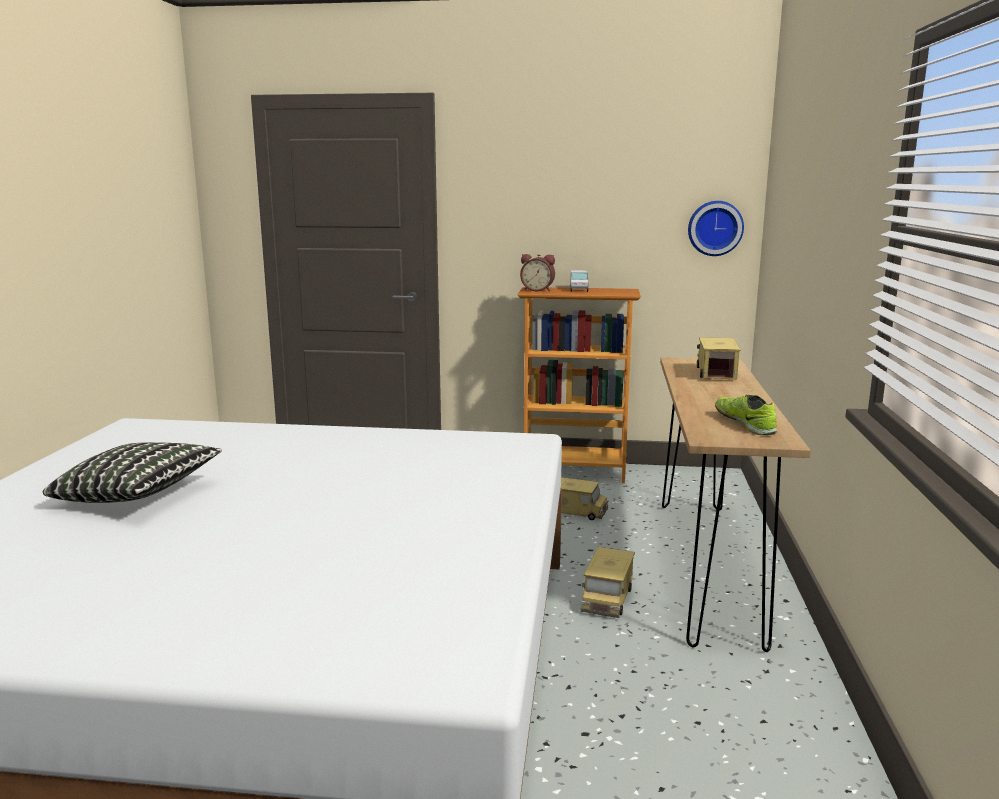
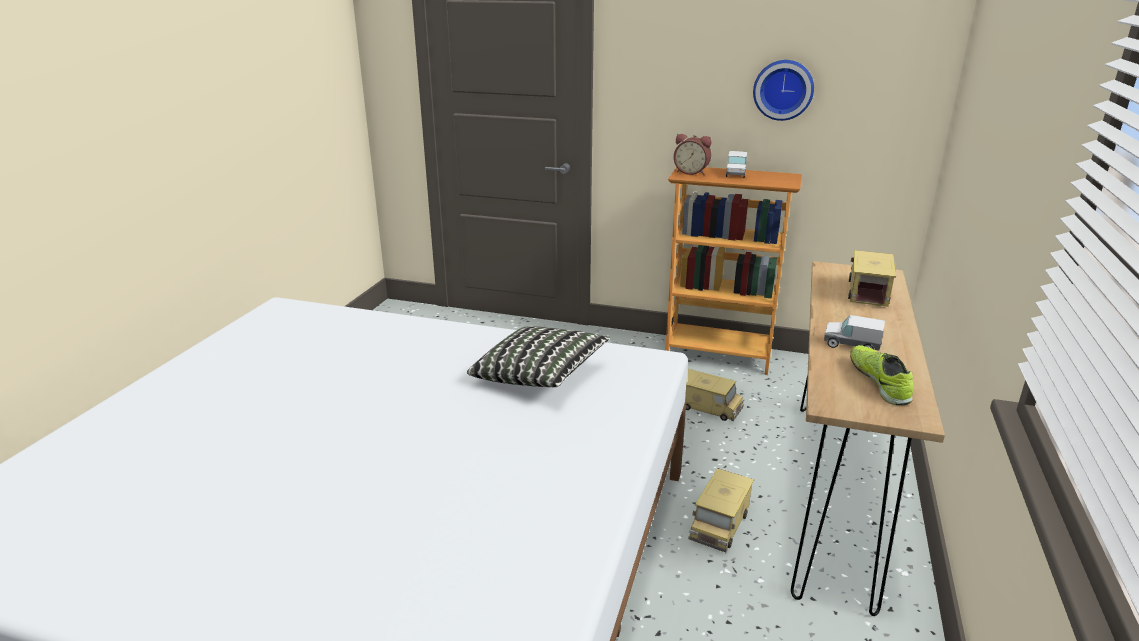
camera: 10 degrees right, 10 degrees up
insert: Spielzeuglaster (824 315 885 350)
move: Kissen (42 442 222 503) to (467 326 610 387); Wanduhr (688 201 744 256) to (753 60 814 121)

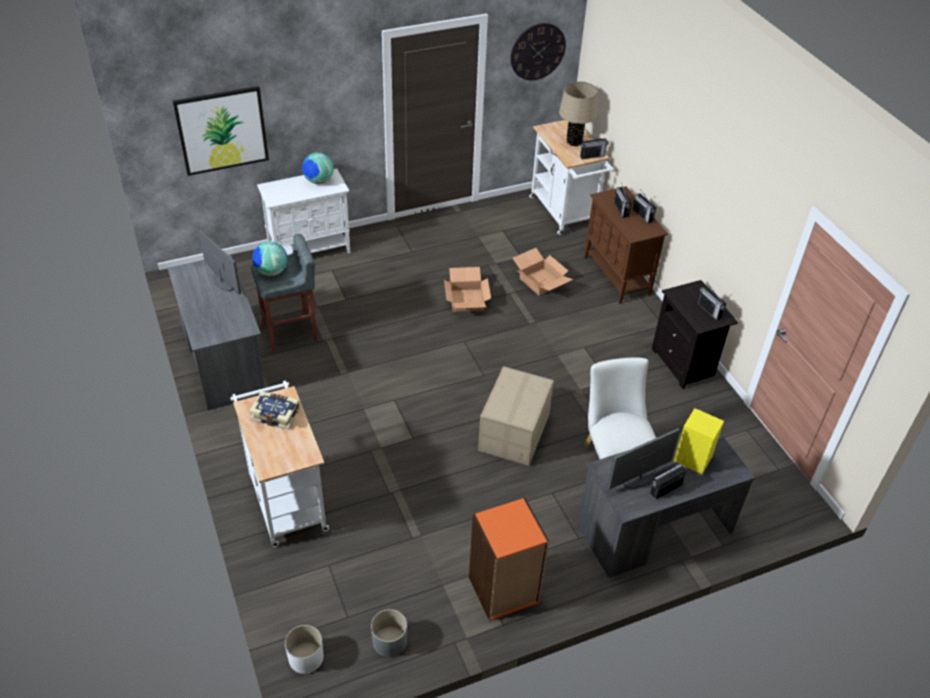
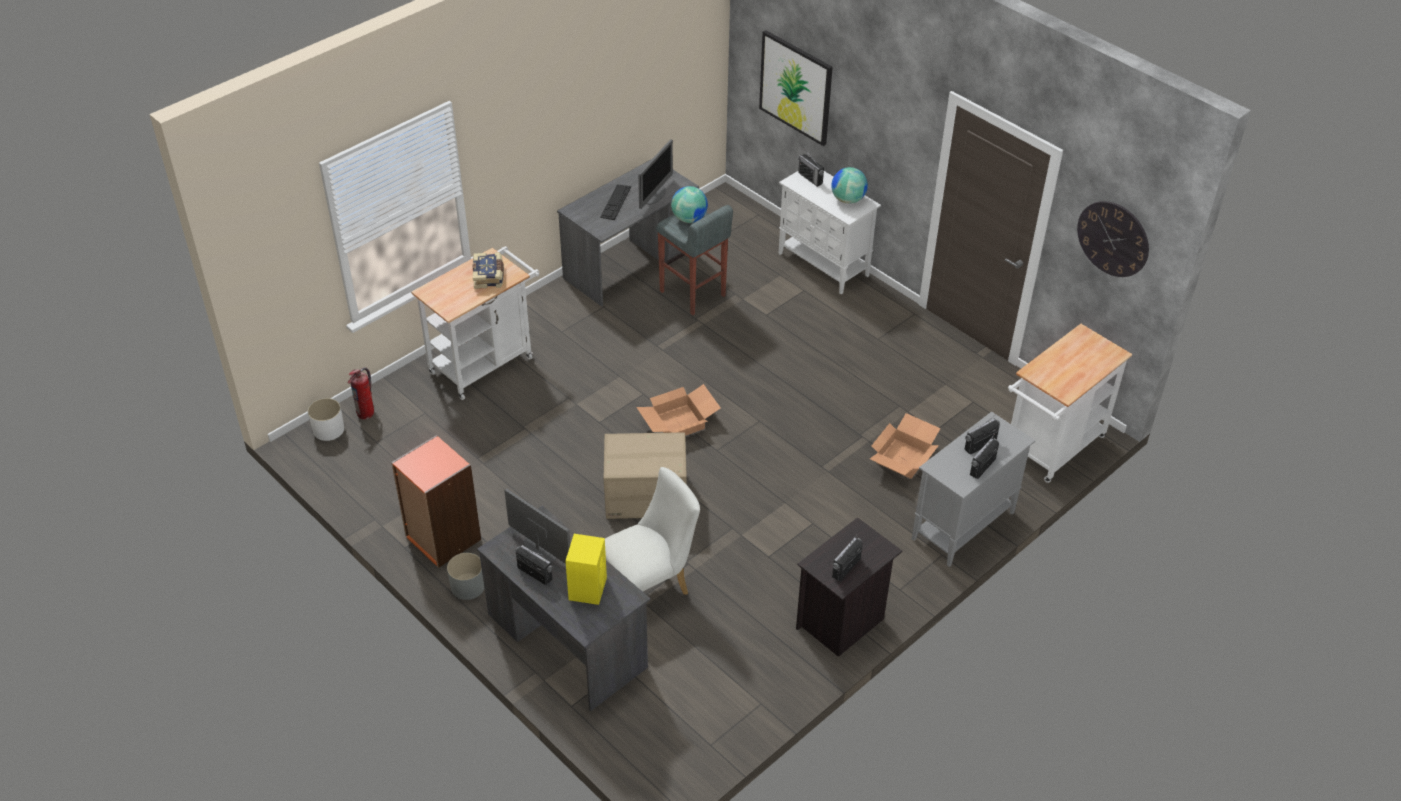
camera: 70 degrees right, 0 degrees up
delete: Tischlampe [beige] (559 81 598 146)
insert: Feuerlöscher (347 367 374 419); Tastatur (600 184 631 220)
move: Pflanzkübel [grau] (371 609 407 657) to (447 553 484 600); Karton (444 267 491 312) to (636 384 721 436); Radio (580 136 609 160) to (798 149 824 187)
recolor: Schrank [braun] (584 186 668 304) to Schrank [grau] (912 412 1035 567)

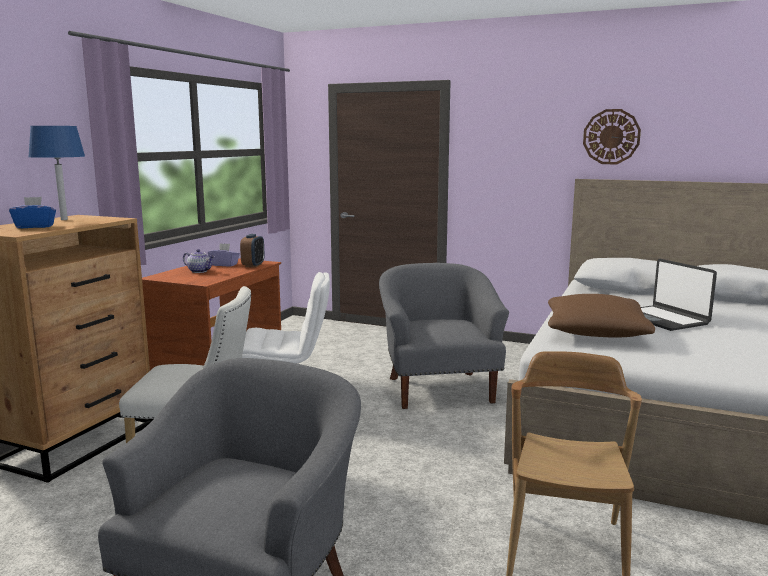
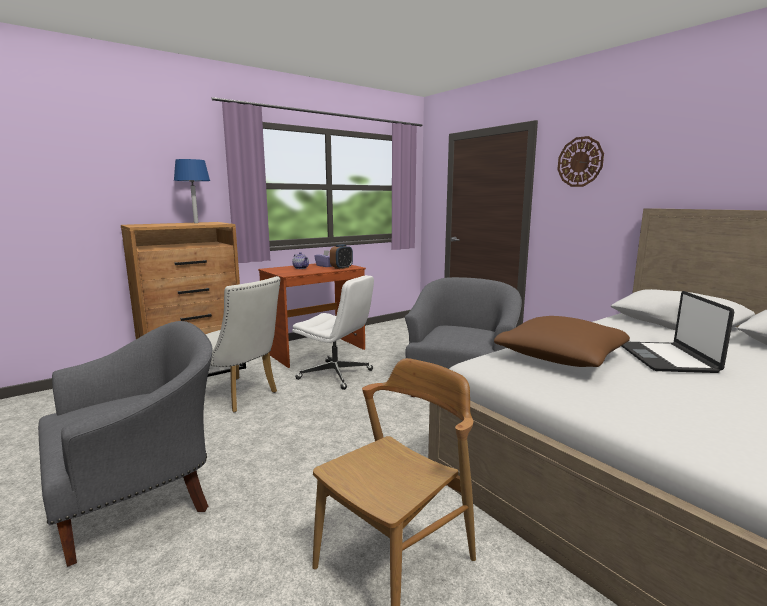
camera: 30 degrees right, 0 degrees up
delete: Taschentuchbox [blau] (9 197 56 228)
move: Wanduhr (583 109 641 164) to (557 136 604 187)

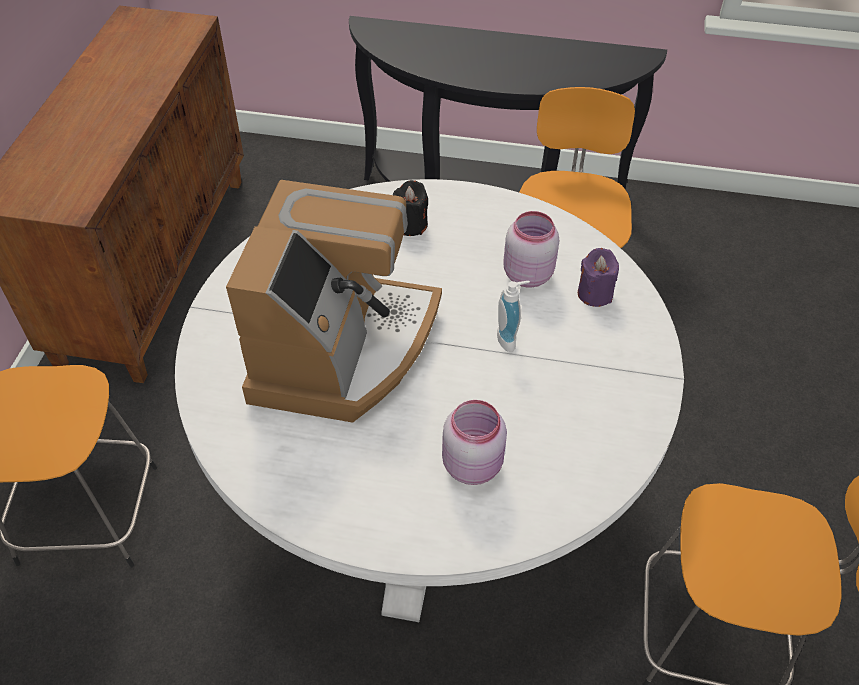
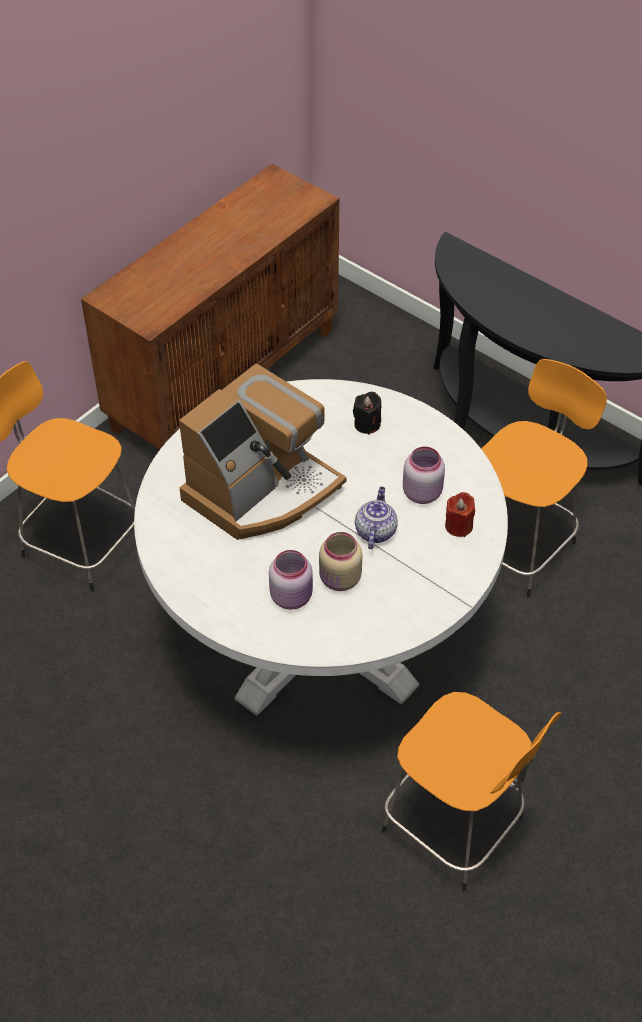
camera: 30 degrees right, 0 degrees up
insert: Vorratsglas [beige] (319 532 362 591)
replace: Seifenspender (497 281 530 352) to Teekanne (355 487 398 549)
recolor: Kerze [lila] (578 248 619 307) to Kerze [rot] (445 492 475 537)

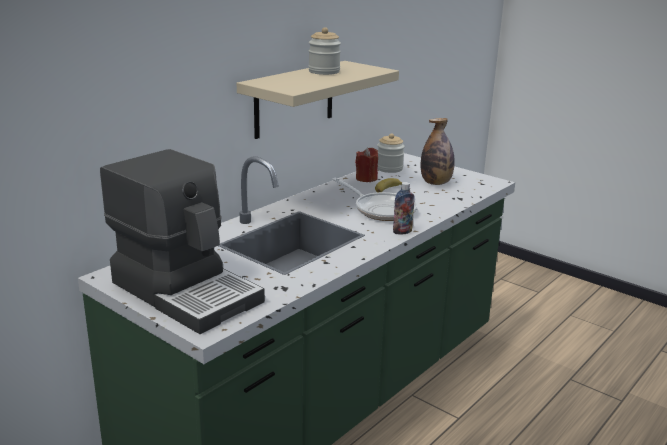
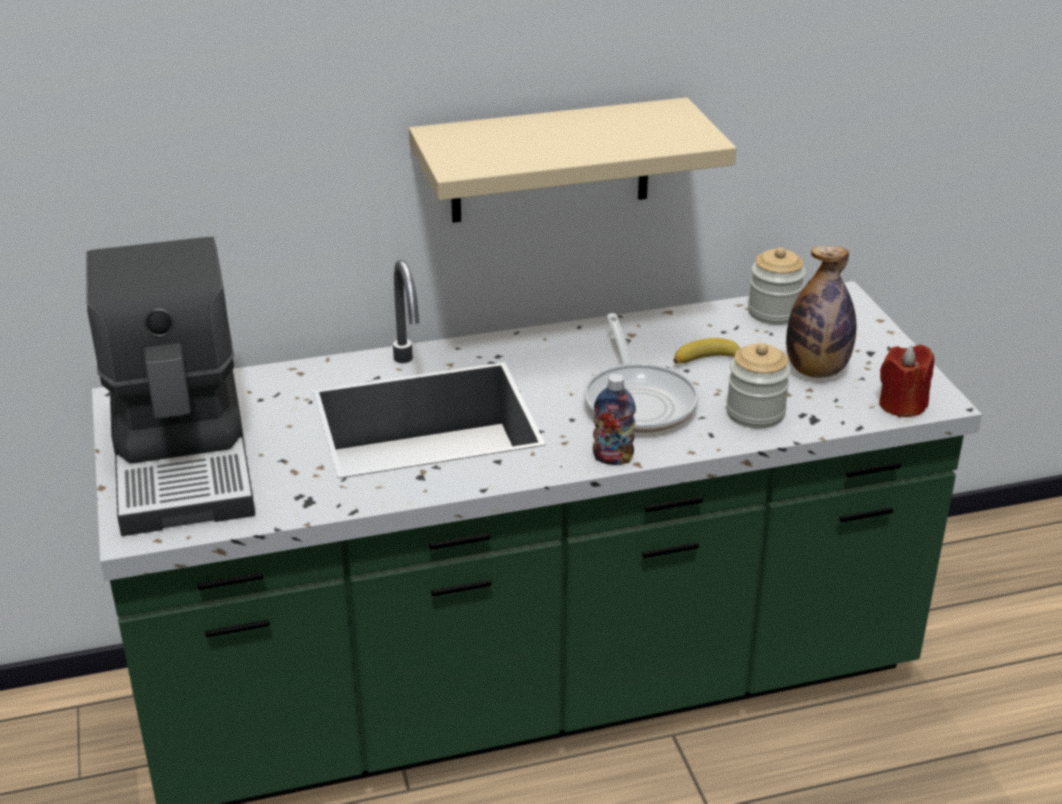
camera: 35 degrees right, 10 degrees up
move: Vorratsglas (308 27 341 75) to (726 343 791 428); Kerze [rot] (355 147 378 182) to (879 345 934 418)

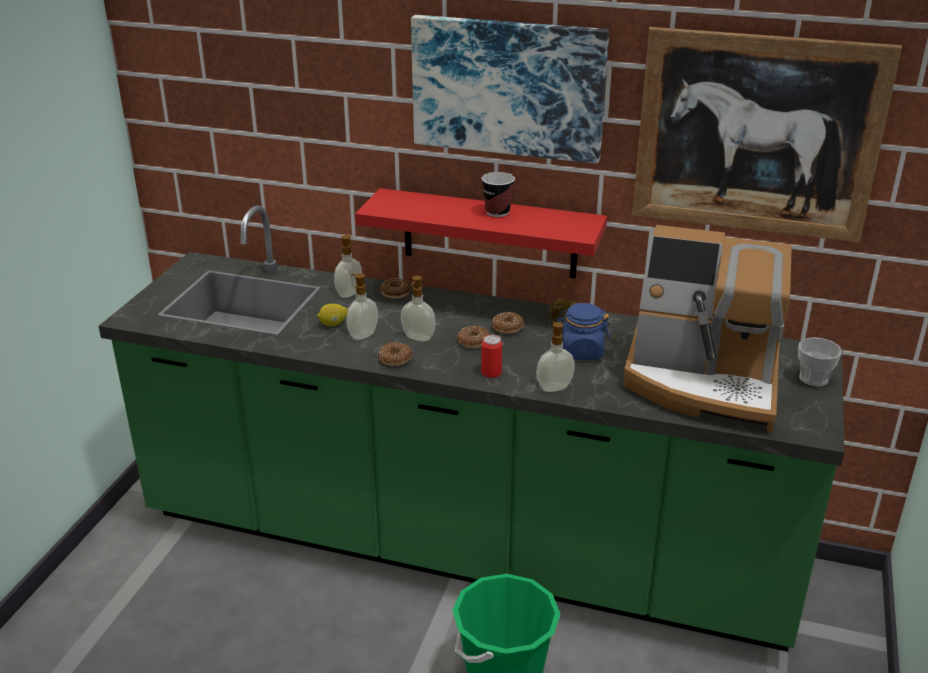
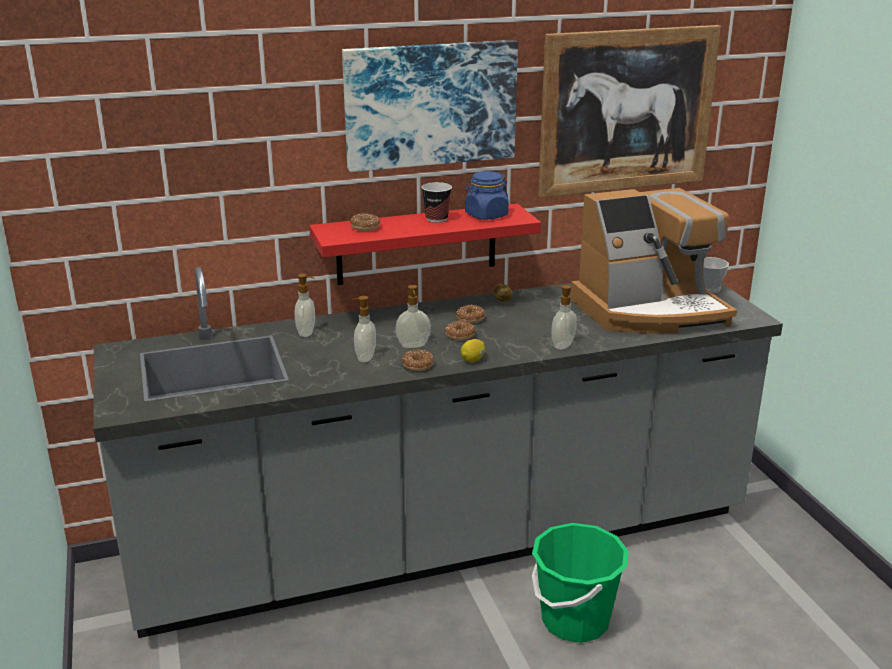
camera: 35 degrees left, 5 degrees down
delete: Dose (481 335 502 378)
move: Donut (380 278 411 299) to (350 214 381 231); Zitrone (317 304 348 326) to (461 339 485 362); Vorratsglas [blau] (557 303 610 360) to (465 171 509 220)
recolor: Küchenzeile [grün] (99 205 844 652) to Küchenzeile [grau] (93 267 783 638)

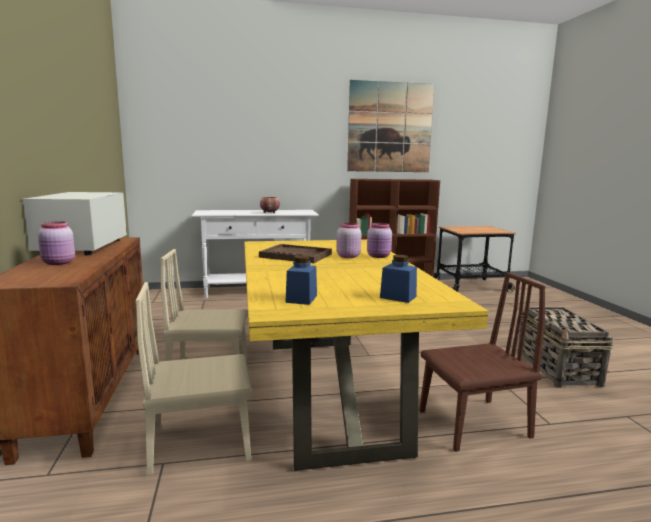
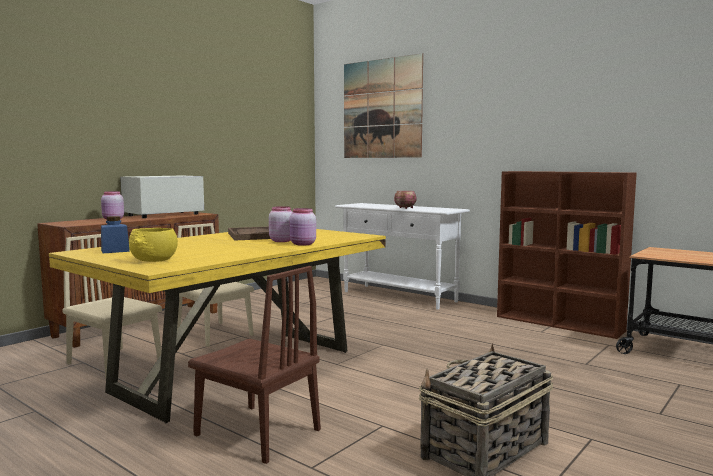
camera: 50 degrees right, 5 degrees down
move: Bild (347 80 435 172) to (344 53 423 158)
replace: Vorratsglas [blau] (380 255 417 303) to Schüssel [gelb] (129 228 178 262)

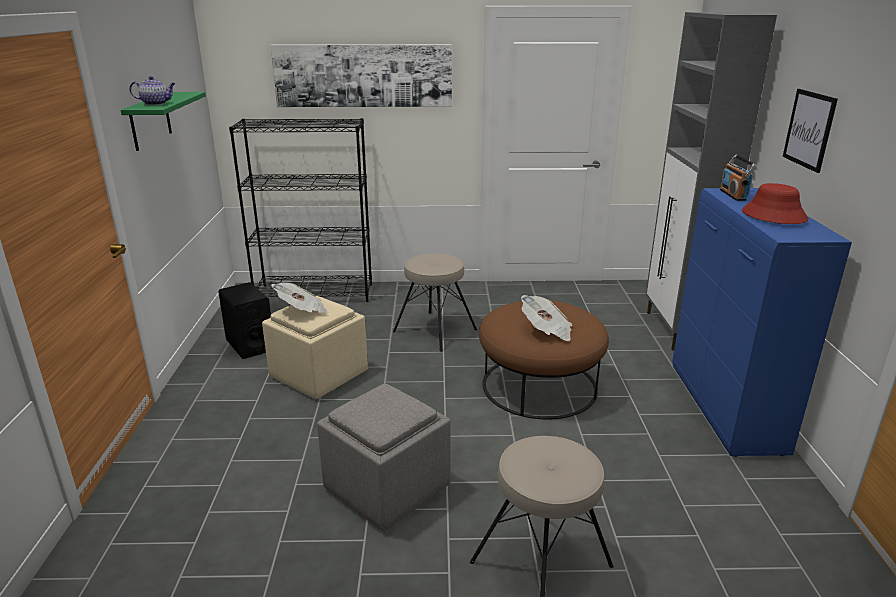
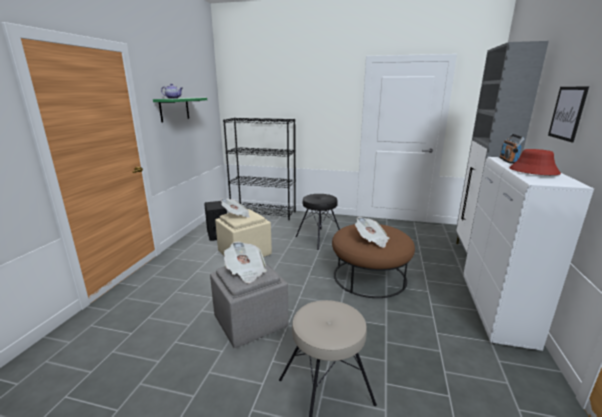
camera: 15 degrees right, 5 degrees down
delete: Bild (271 44 452 107)
insert: Zeitung (224 241 267 283)
recolor: Hocker [beige] (393 254 477 351) to Hocker [schwarz] (296 194 340 250); Schrank [blau] (672 188 852 457) to Schrank [weiß] (464 157 594 351)

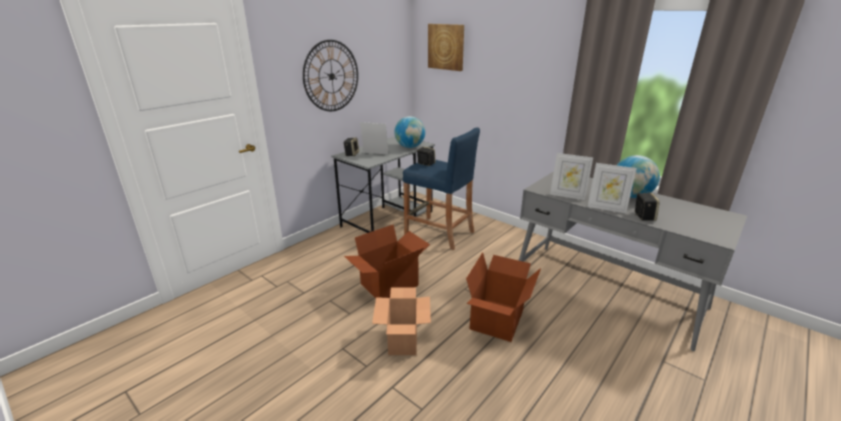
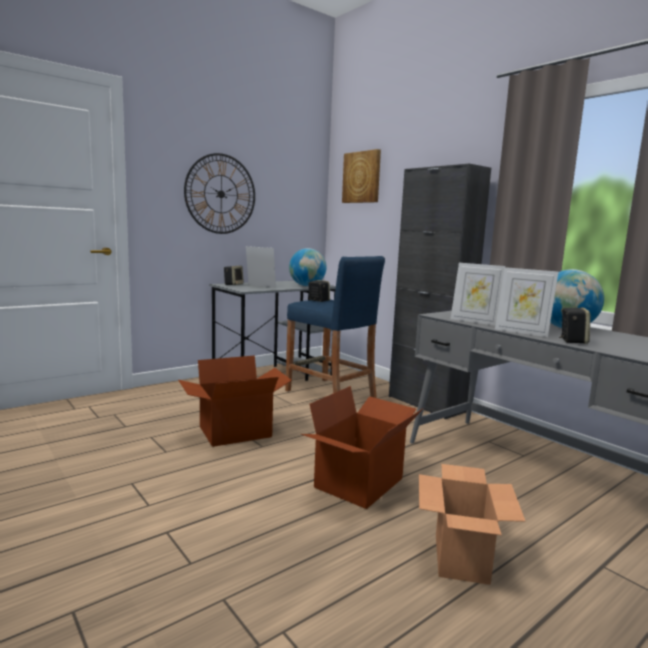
camera: 10 degrees right, 15 degrees down
insert: Schrank [schwarz] (389 164 491 419)
move: Karton (372 288 431 355) to (419 464 526 585)

